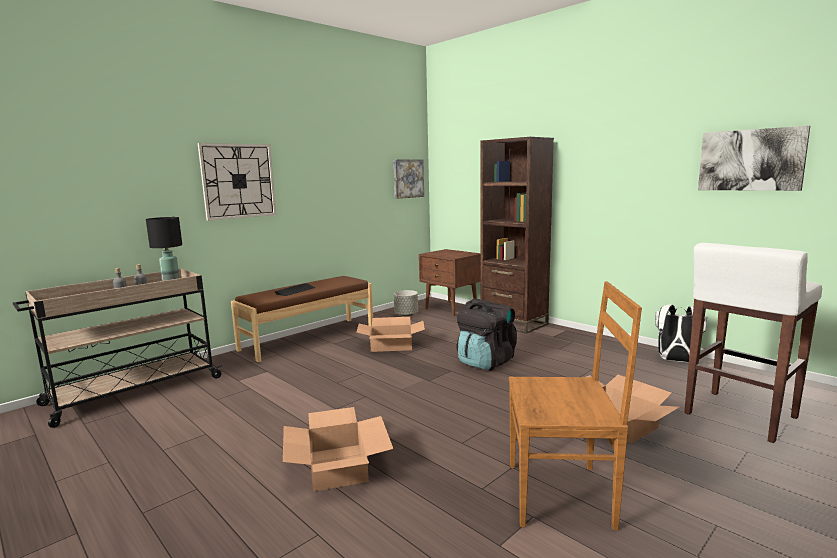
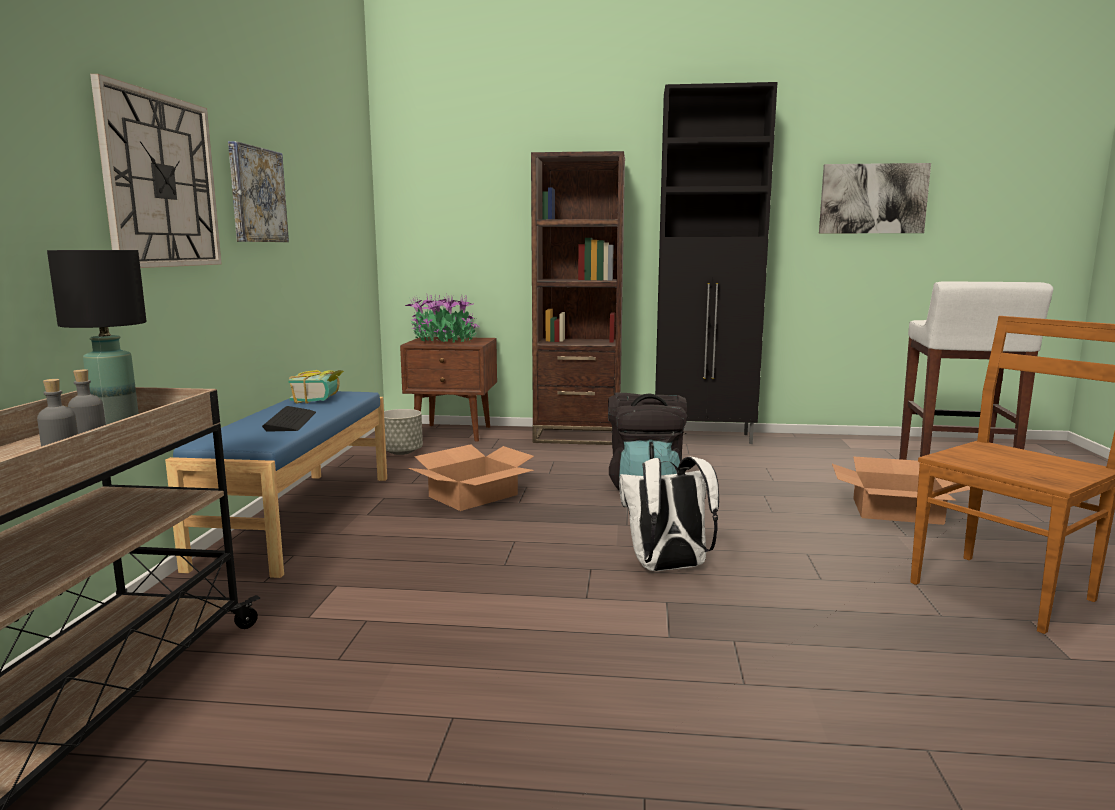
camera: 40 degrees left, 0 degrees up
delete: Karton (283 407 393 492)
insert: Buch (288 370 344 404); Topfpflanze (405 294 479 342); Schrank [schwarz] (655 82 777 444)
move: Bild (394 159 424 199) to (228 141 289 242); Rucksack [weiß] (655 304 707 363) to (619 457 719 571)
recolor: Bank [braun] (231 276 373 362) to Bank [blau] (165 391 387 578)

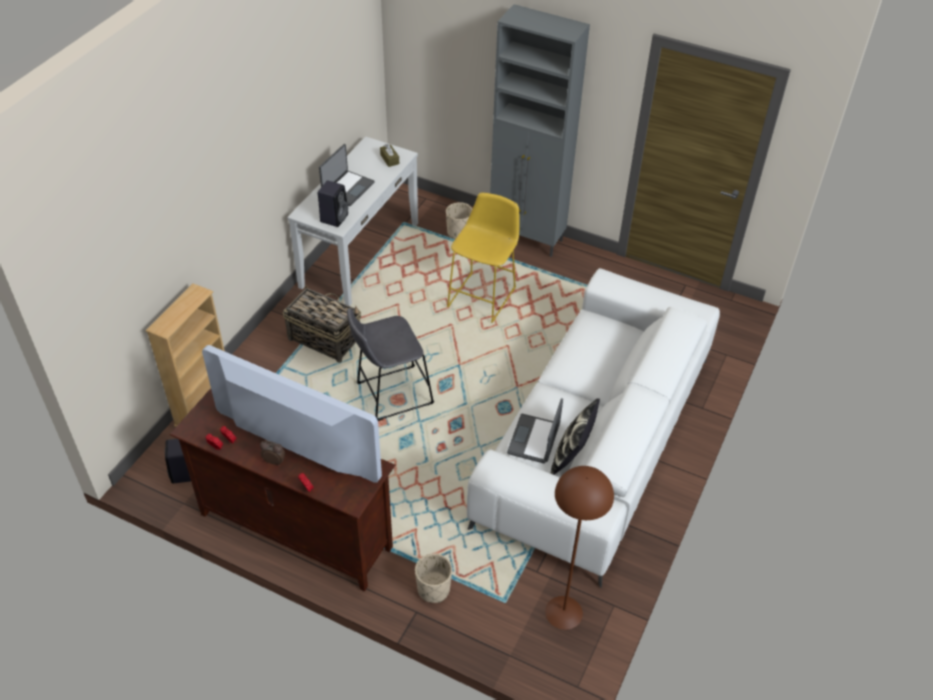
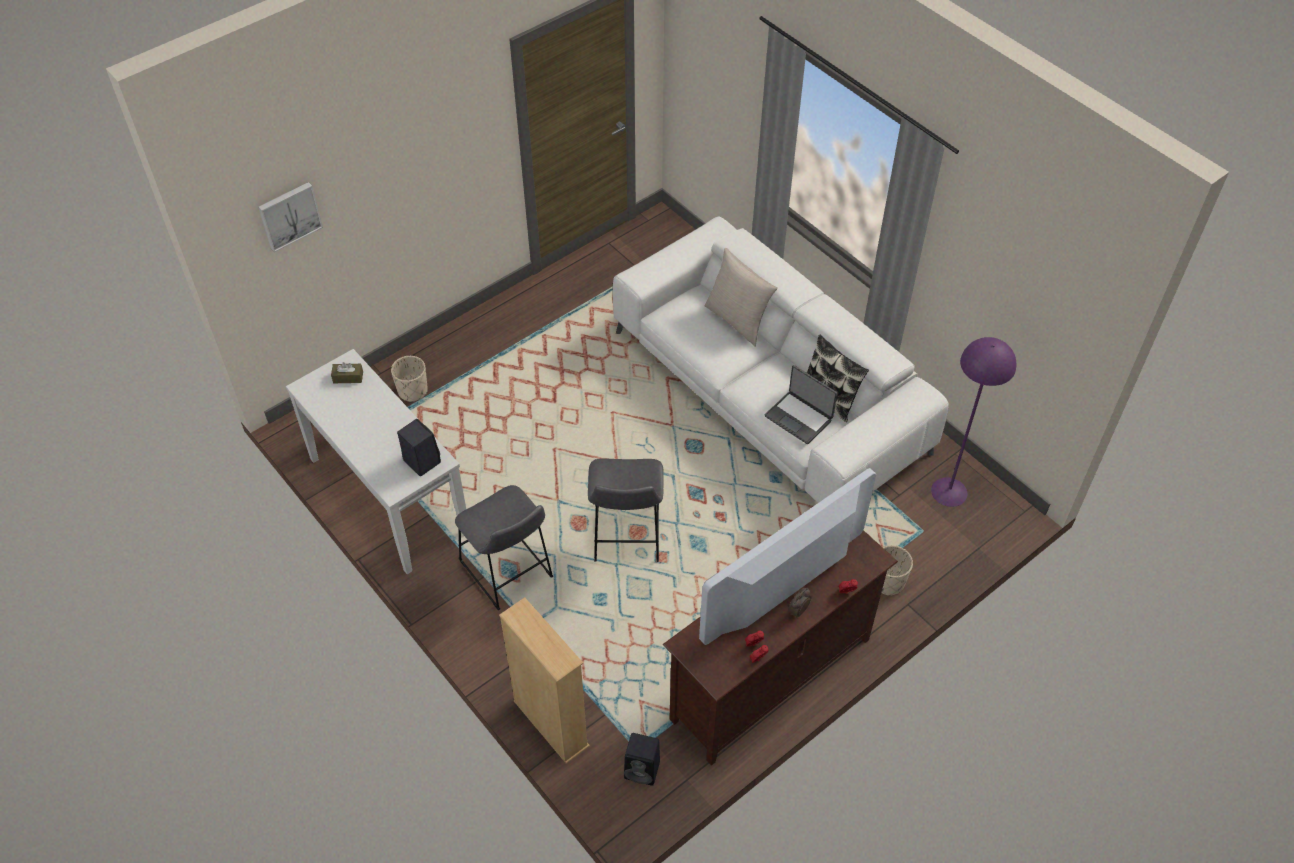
camera: 65 degrees left, 5 degrees up
delete: Laptop (319 144 375 206); Hocker [gelb] (447 193 520 323); Schrank [grau] (490 4 590 257)
insert: Bild (258 182 323 253); Kissen [beige] (704 248 778 347)
replace: Korb (283 284 361 363) to Hocker [grau] (455 485 553 610)
recolor: Stehlampe [braun] (545 466 614 630) to Stehlampe [lila] (931 337 1016 507)

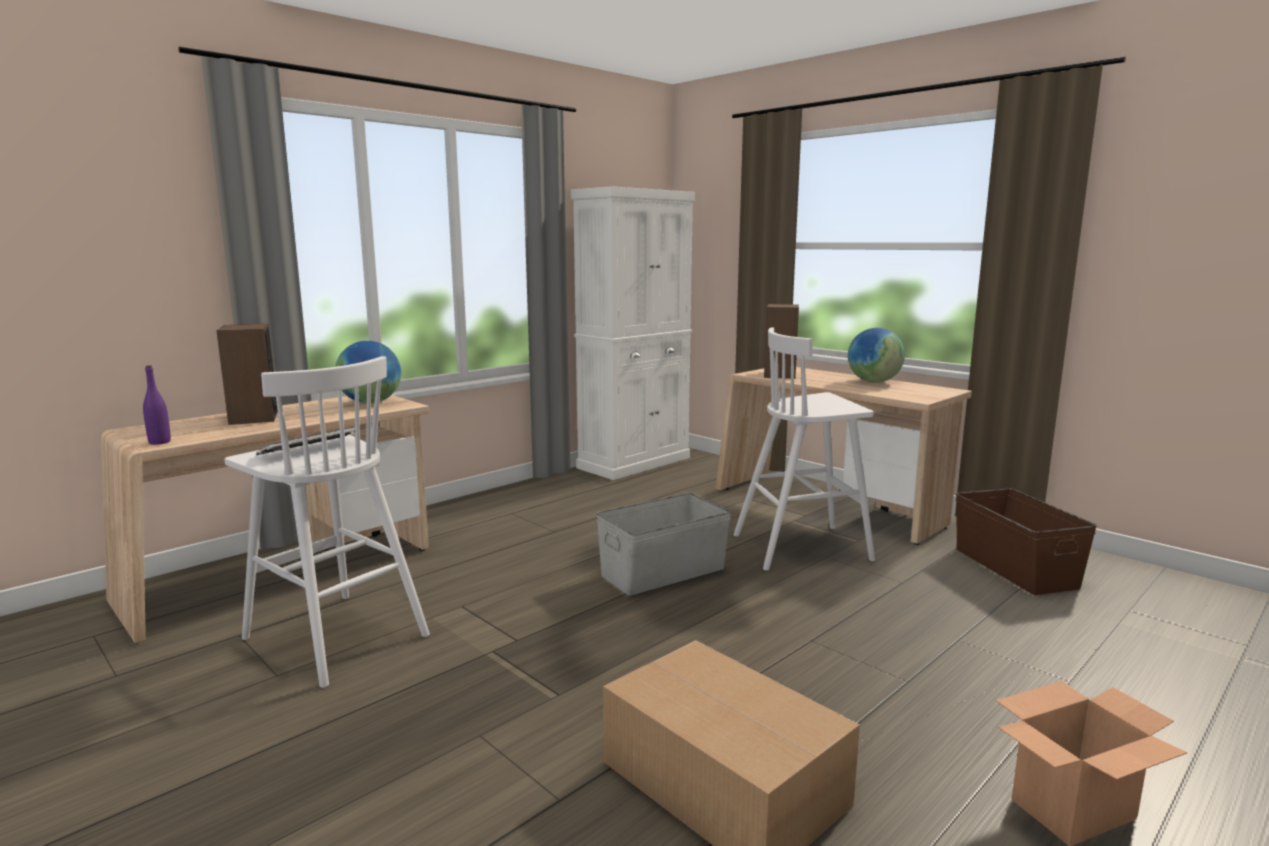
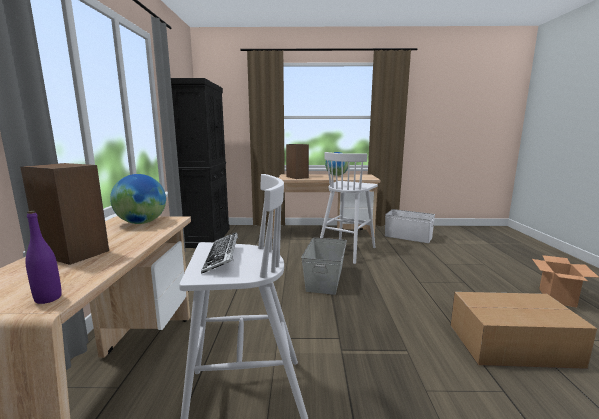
camera: 45 degrees left, 0 degrees up
recolor: Schrank [weiß] (571 186 695 480) to Schrank [schwarz] (171 78 230 248); Aufbewahrungsbox [braun] (955 488 1097 595) to Aufbewahrungsbox [weiß] (385 209 435 243)

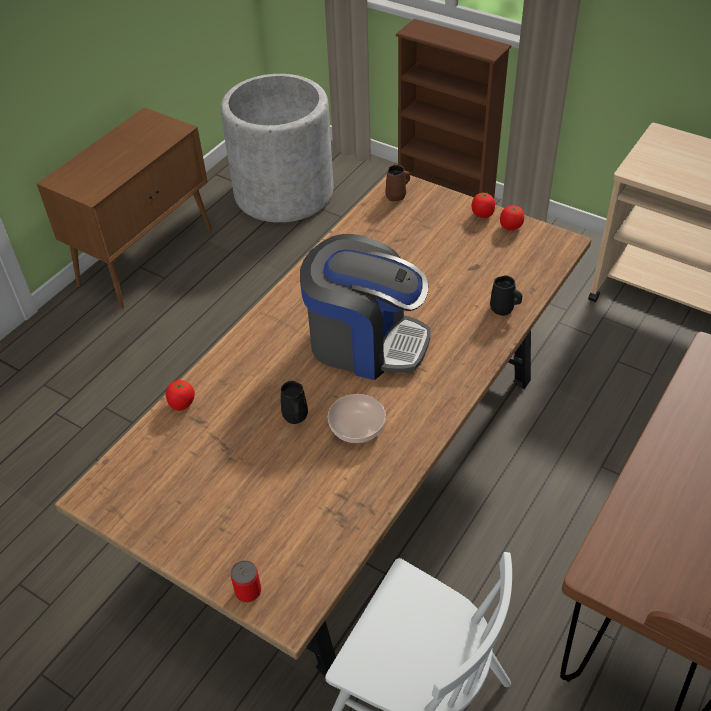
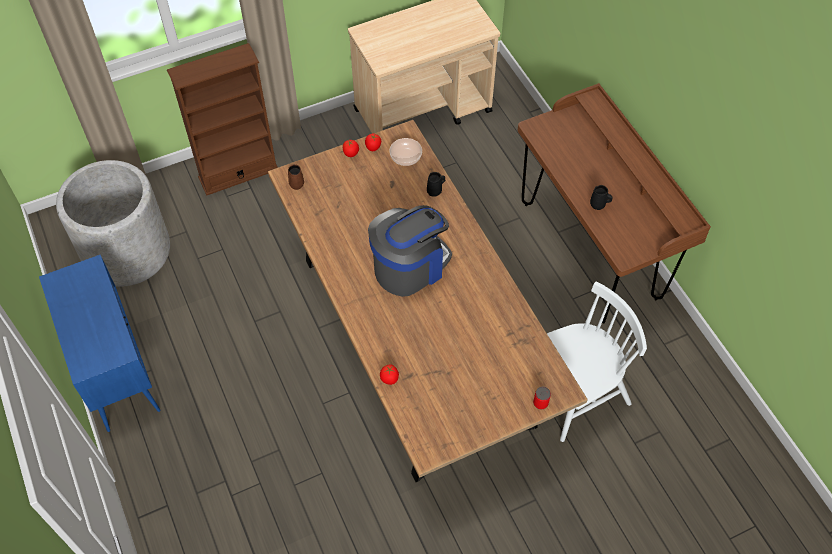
camera: 60 degrees left, 10 degrees up
move: Schüssel (328 394 386 443) to (390 138 422 166); Henkelbecher [schwarz] (281 381 308 424) to (590 185 613 210)
recolor: Schrank [braun] (37 108 212 308) to Schrank [blau] (39 255 161 432)

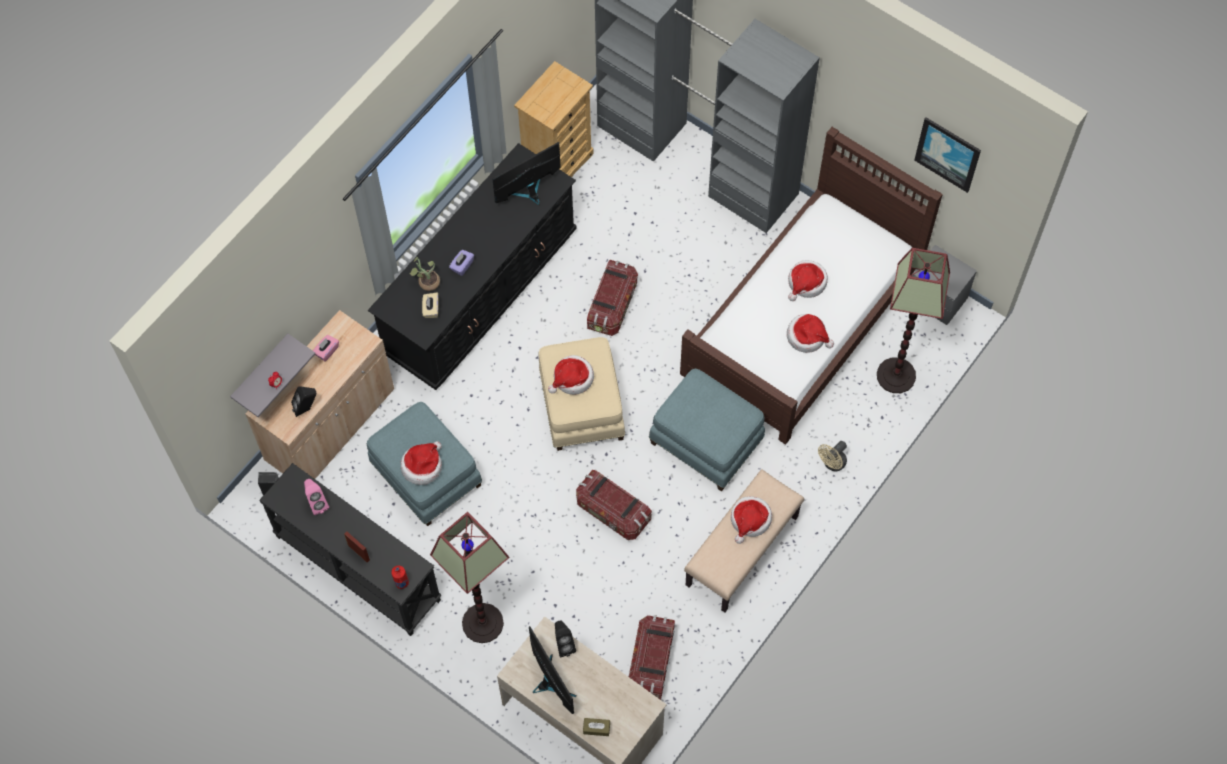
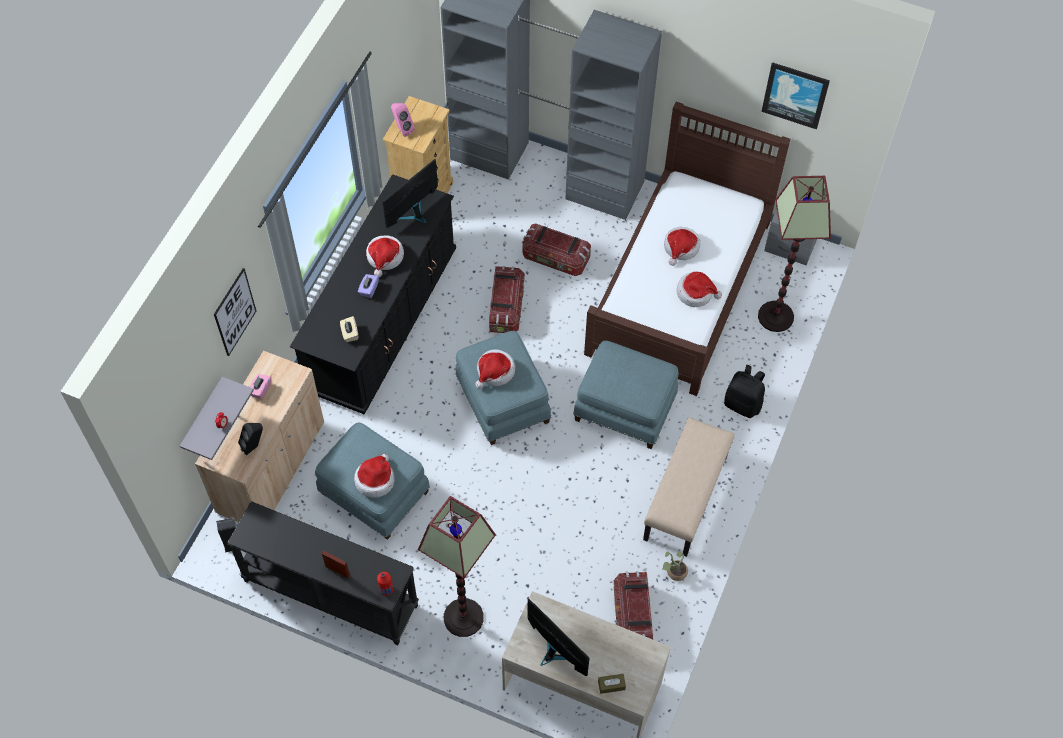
camera: 15 degrees left, 5 degrees down
delete: Lautsprecher [schwarz] (555 620 576 657)
insert: Bild (214 268 256 356)
move: Hut (731 496 772 544) to (366 235 404 277); Lautsprecher [rosa] (304 479 329 515) to (391 103 415 137); Aufbewahrungsbox (576 470 652 540) to (522 223 591 276); Topfpflanze (410 257 440 291) to (663 551 688 581)
replace: Ventilator [beige] (818 441 847 472) to Rucksack [schwarz] (724 365 765 418)
recolor: Polsterhocker [beige] (538 337 625 451) to Polsterhocker [blau] (455 331 551 445)

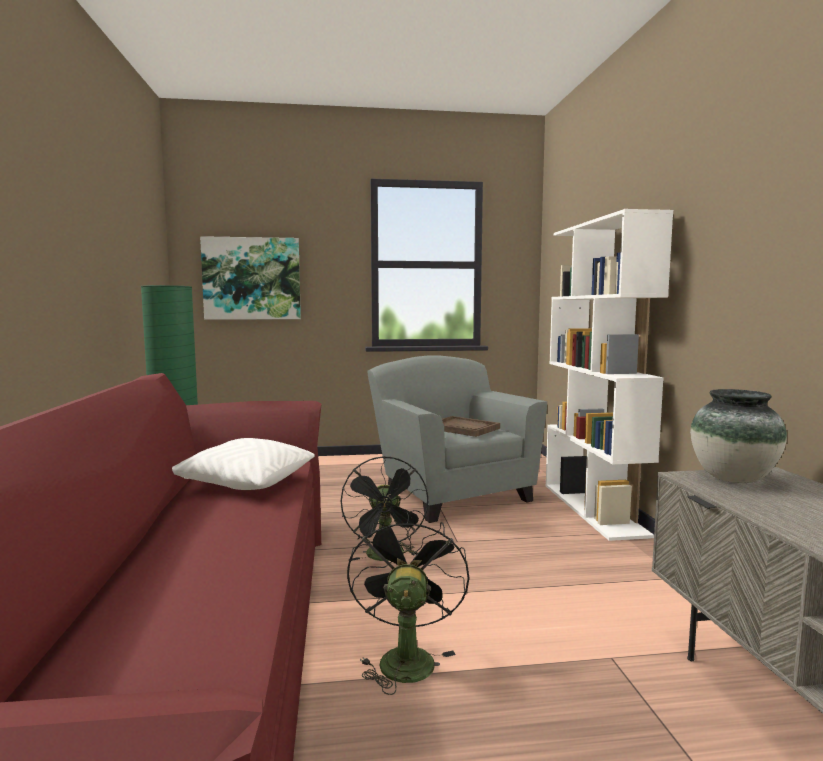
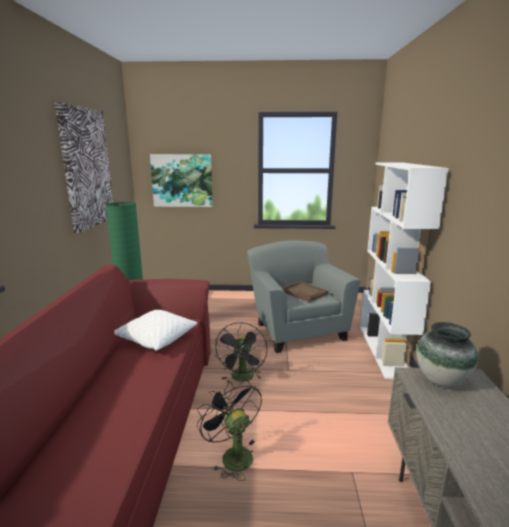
camera: 10 degrees right, 10 degrees up
insert: Bild (55 102 113 233)
rotate: Ventilator [schwarz] (347 513 470 695) = (197 378 262 481) 45 degrees counterclockwise

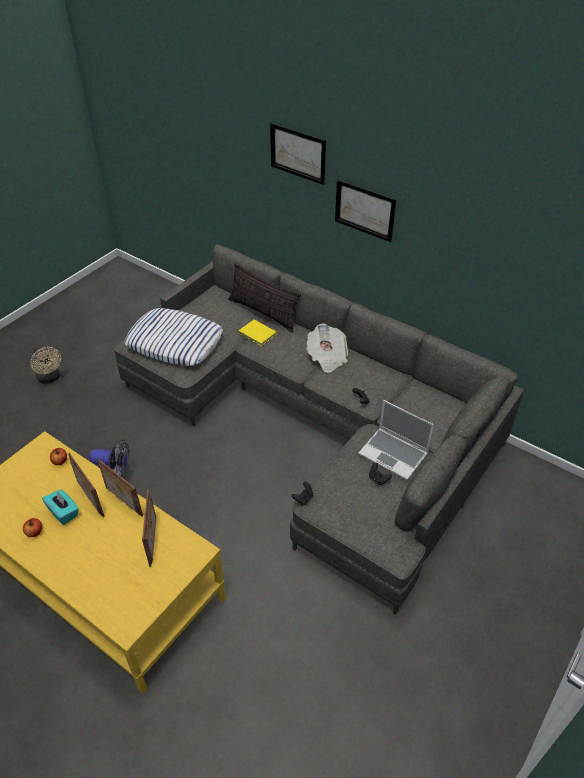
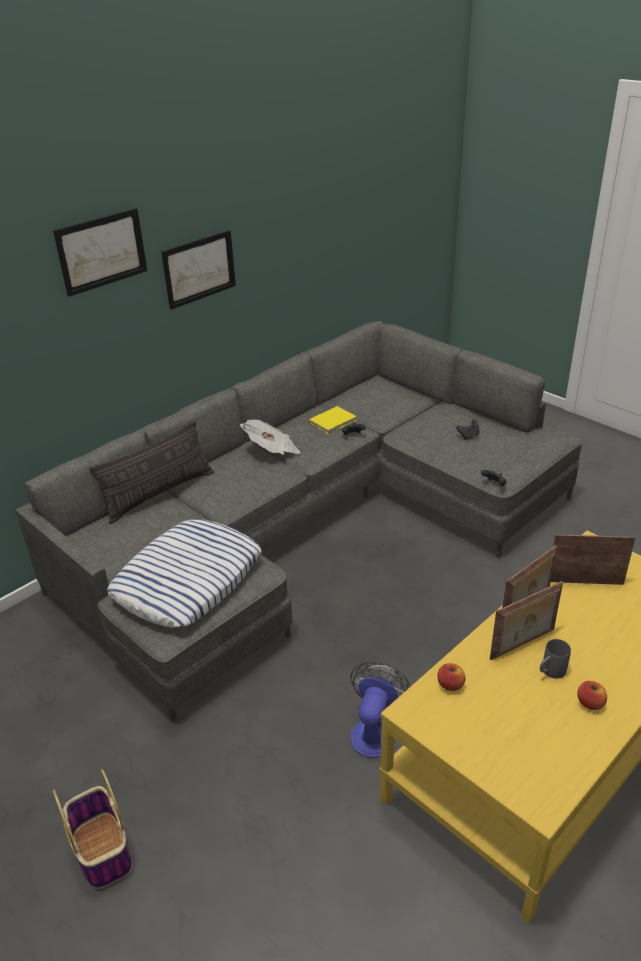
camera: 80 degrees left, 10 degrees down
delete: Laptop (358 400 434 480)
move: Buch [gelb] (239 320 277 346) to (309 406 357 434)
replace: Ventilator [beige] (30 346 61 384) to Korb (53 769 132 889); Taschentuchbox [türkis] (42 489 79 525) to Henkelbecher [grau] (540 639 571 678)

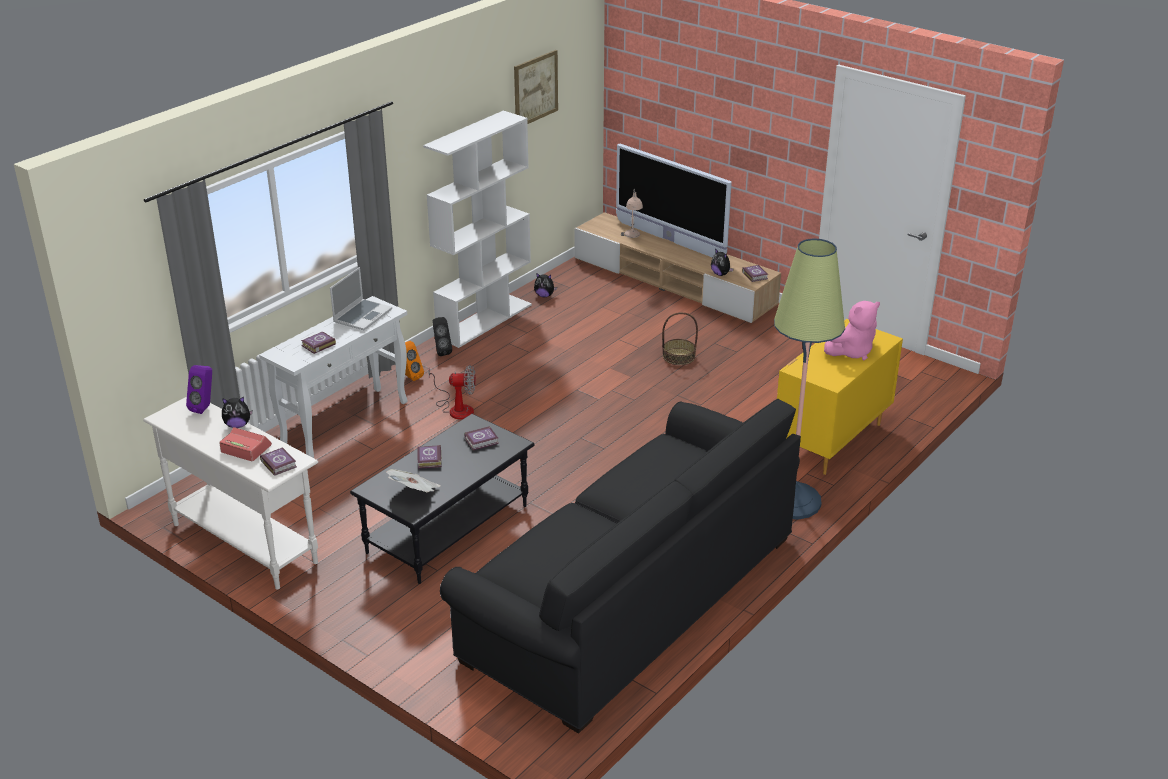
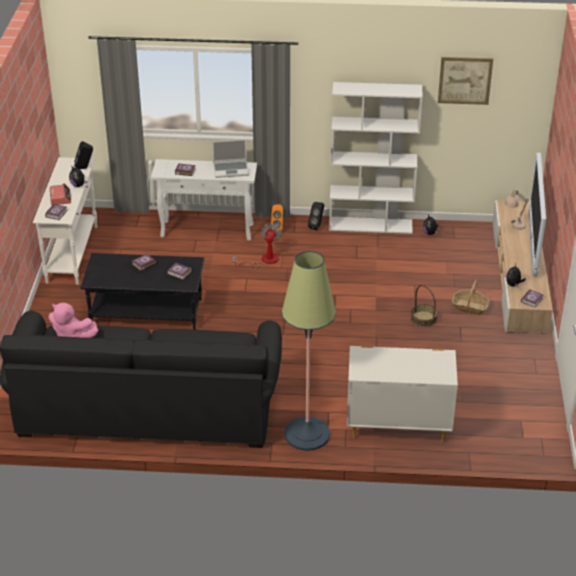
camera: 55 degrees right, 5 degrees up
delete: Zeitung (386 469 440 492)
insert: Korb (452 280 489 315)
move: Plüschtier [rosa] (824 301 880 360) to (48 303 98 338)
recolor: Lautsprecher [lila] (186 365 212 414) to Lautsprecher [schwarz] (74 141 93 169); Kommode [gelb] (777 319 903 475) to Kommode [weiß] (347 346 458 443)
rotate: Ventilator (428 365 476 420) = (232 223 282 269) 135 degrees counterclockwise

